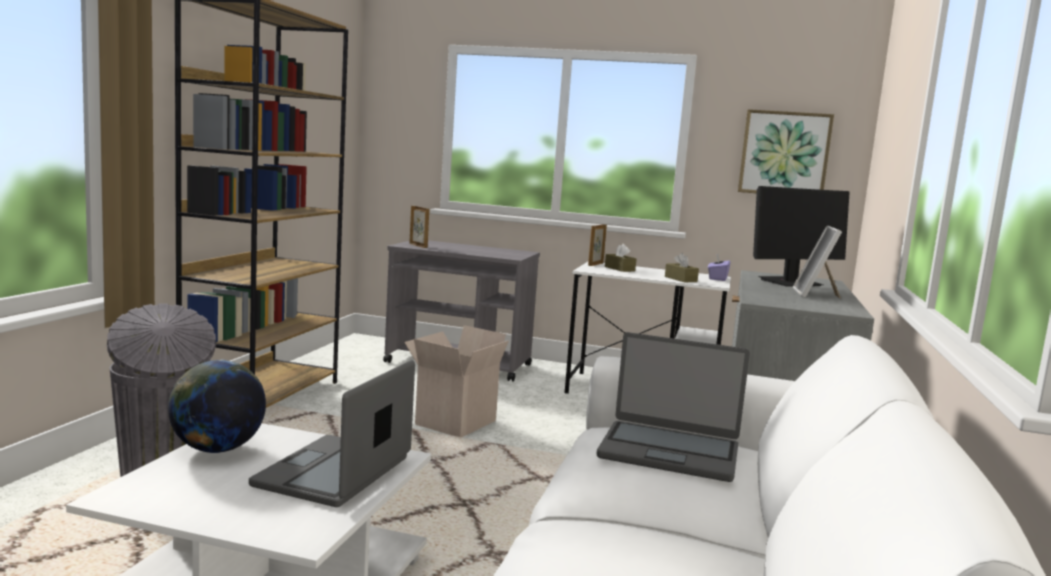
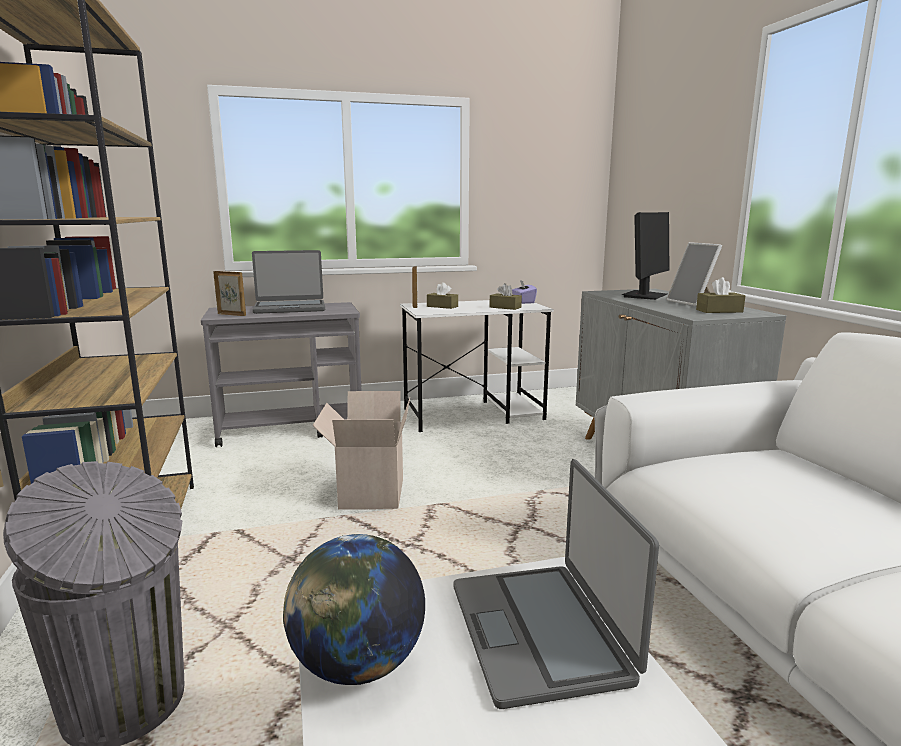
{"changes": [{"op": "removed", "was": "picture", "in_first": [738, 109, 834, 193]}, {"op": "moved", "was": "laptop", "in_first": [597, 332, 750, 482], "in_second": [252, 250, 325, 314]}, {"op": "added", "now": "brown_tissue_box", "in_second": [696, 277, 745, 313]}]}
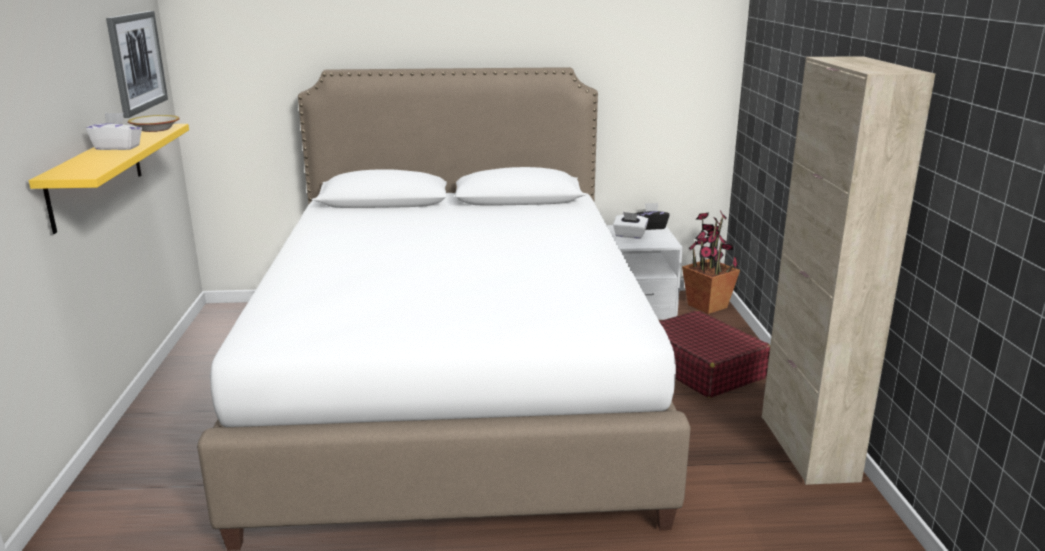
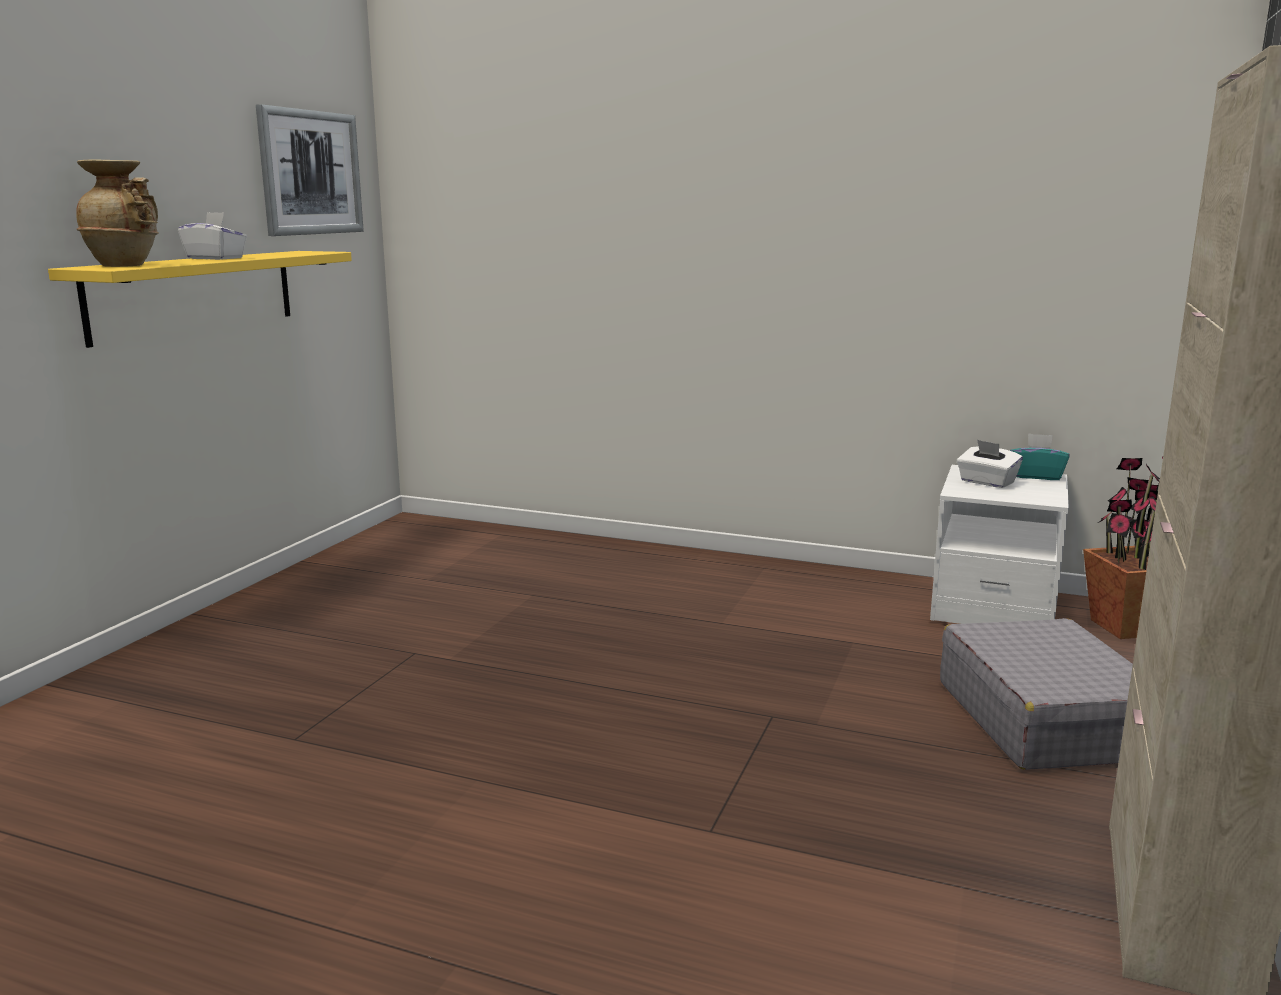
{"changes": [{"op": "removed", "was": "white_bed", "in_first": [197, 67, 691, 551]}, {"op": "removed", "was": "bowl", "in_first": [128, 115, 180, 132]}, {"op": "recoloured", "was": "black_tissue_box", "now": "turquoise_tissue_box", "in_first": [637, 203, 670, 230], "in_second": [1010, 433, 1069, 480]}, {"op": "recoloured", "was": "red_suitcase", "now": "grey_suitcase", "in_first": [659, 311, 770, 398], "in_second": [940, 618, 1133, 770]}, {"op": "added", "now": "beige_vase", "in_second": [76, 159, 159, 267]}]}
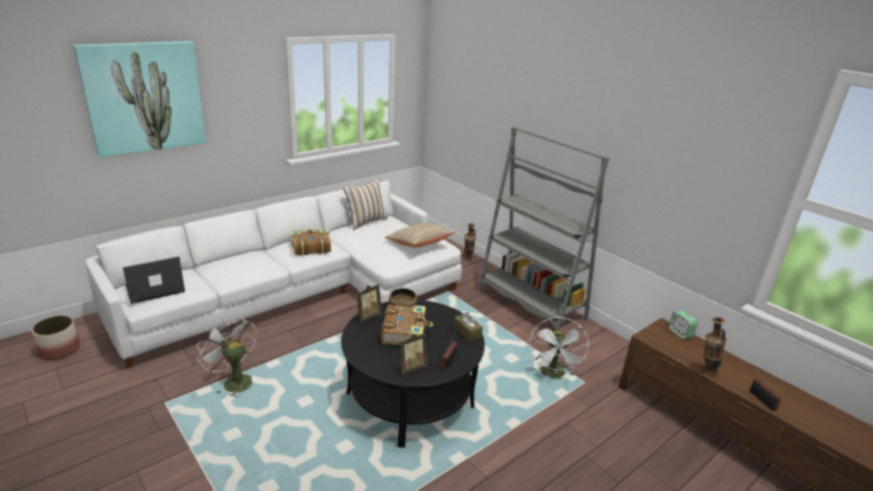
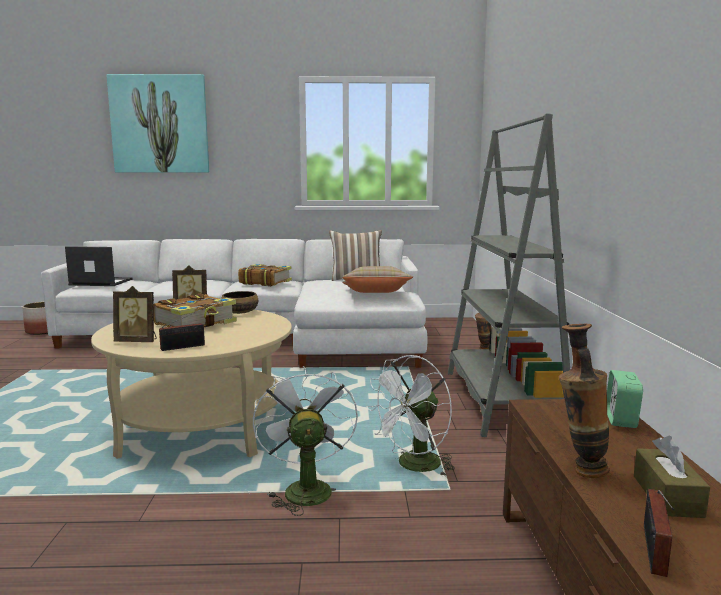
{"changes": [{"op": "recoloured", "was": "black_coffee_table", "now": "beige_coffee_table", "in_first": [341, 300, 485, 448], "in_second": [91, 310, 292, 459]}, {"op": "moved", "was": "brown_tissue_box", "in_first": [454, 312, 483, 341], "in_second": [634, 436, 710, 518]}, {"op": "moved", "was": "white_fan", "in_first": [196, 315, 257, 397], "in_second": [253, 366, 358, 516]}]}
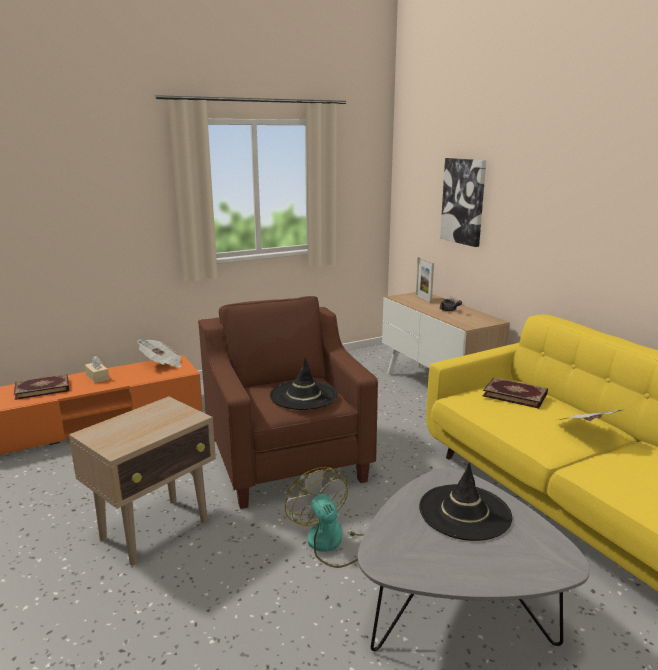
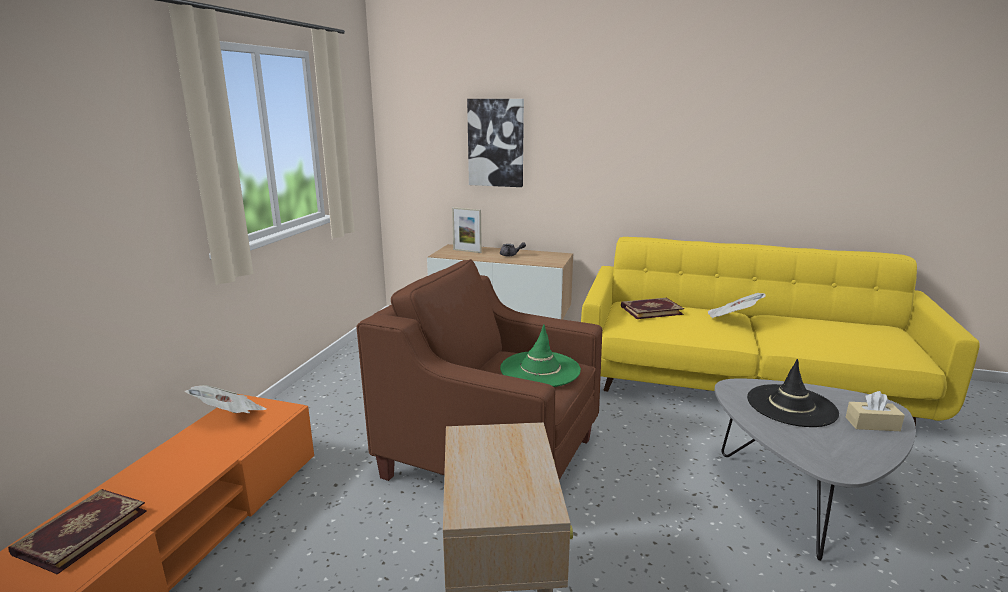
{"changes": [{"op": "moved", "was": "beige_tissue_box", "in_first": [85, 356, 109, 383], "in_second": [846, 391, 905, 431]}, {"op": "recoloured", "was": "black_hat", "now": "green_hat", "in_first": [270, 358, 338, 410], "in_second": [500, 324, 581, 387]}, {"op": "removed", "was": "fan", "in_first": [285, 467, 364, 568]}]}
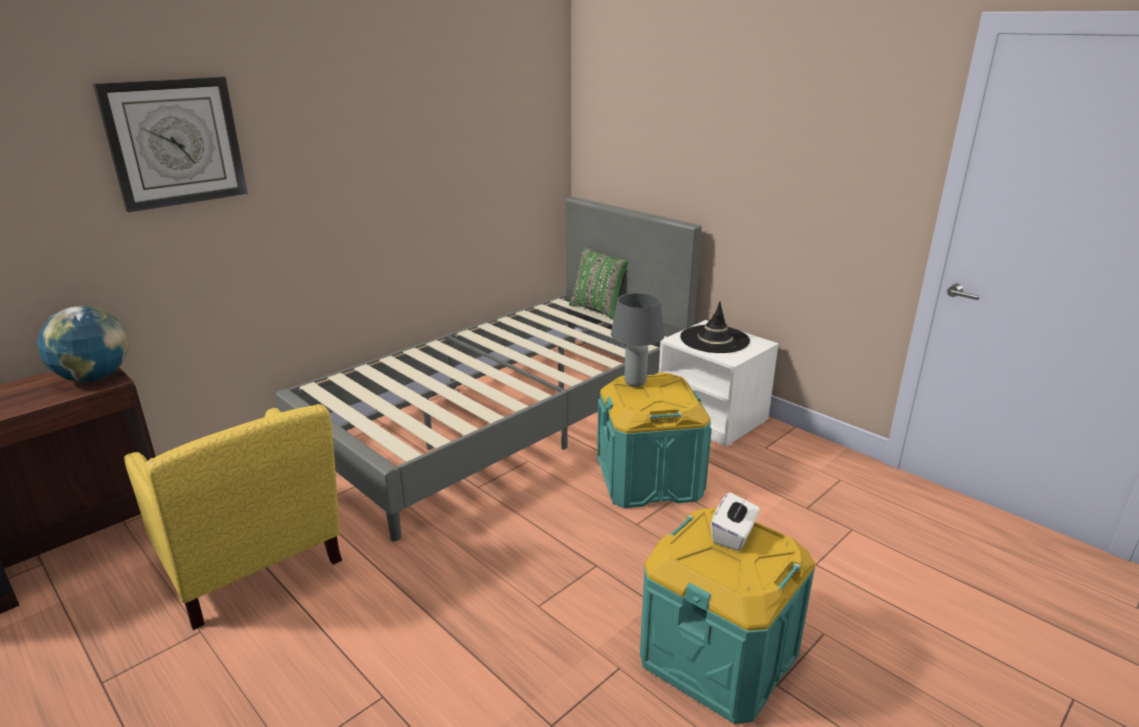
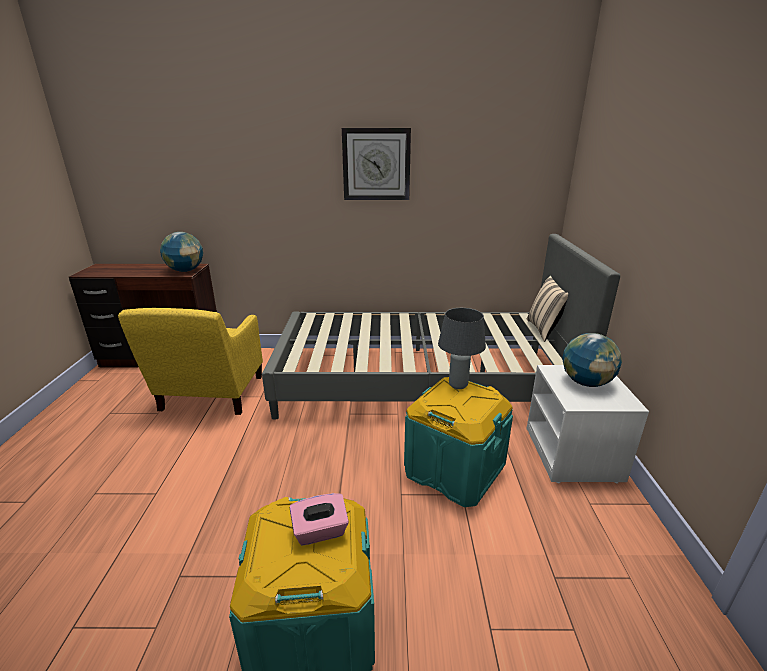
{"changes": [{"op": "moved", "was": "wall_clock", "in_first": [93, 77, 248, 212], "in_second": [342, 128, 411, 200]}, {"op": "recoloured", "was": "green_pillow", "now": "beige_pillow", "in_first": [569, 246, 628, 320], "in_second": [527, 276, 568, 342]}, {"op": "replaced", "was": "black_hat", "now": "globe", "in_first": [680, 302, 750, 353], "in_second": [562, 333, 622, 387]}, {"op": "recoloured", "was": "white_tissue_box", "now": "pink_tissue_box", "in_first": [711, 493, 760, 551], "in_second": [290, 493, 349, 545]}]}
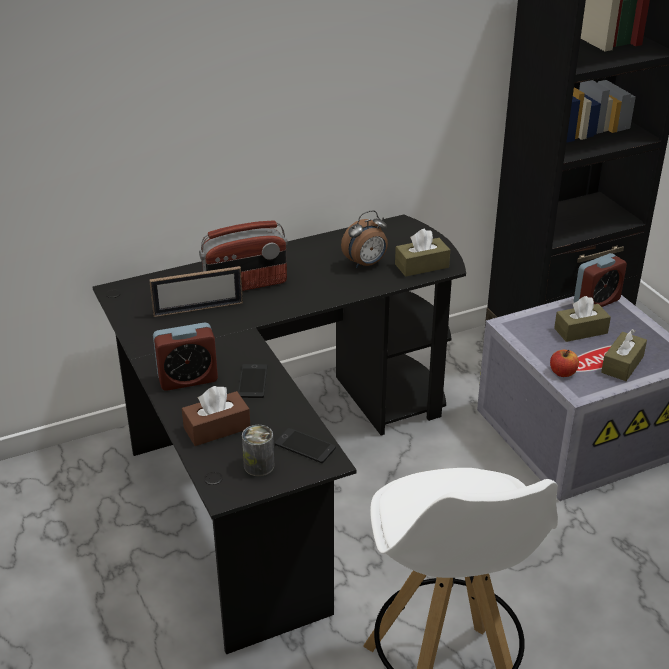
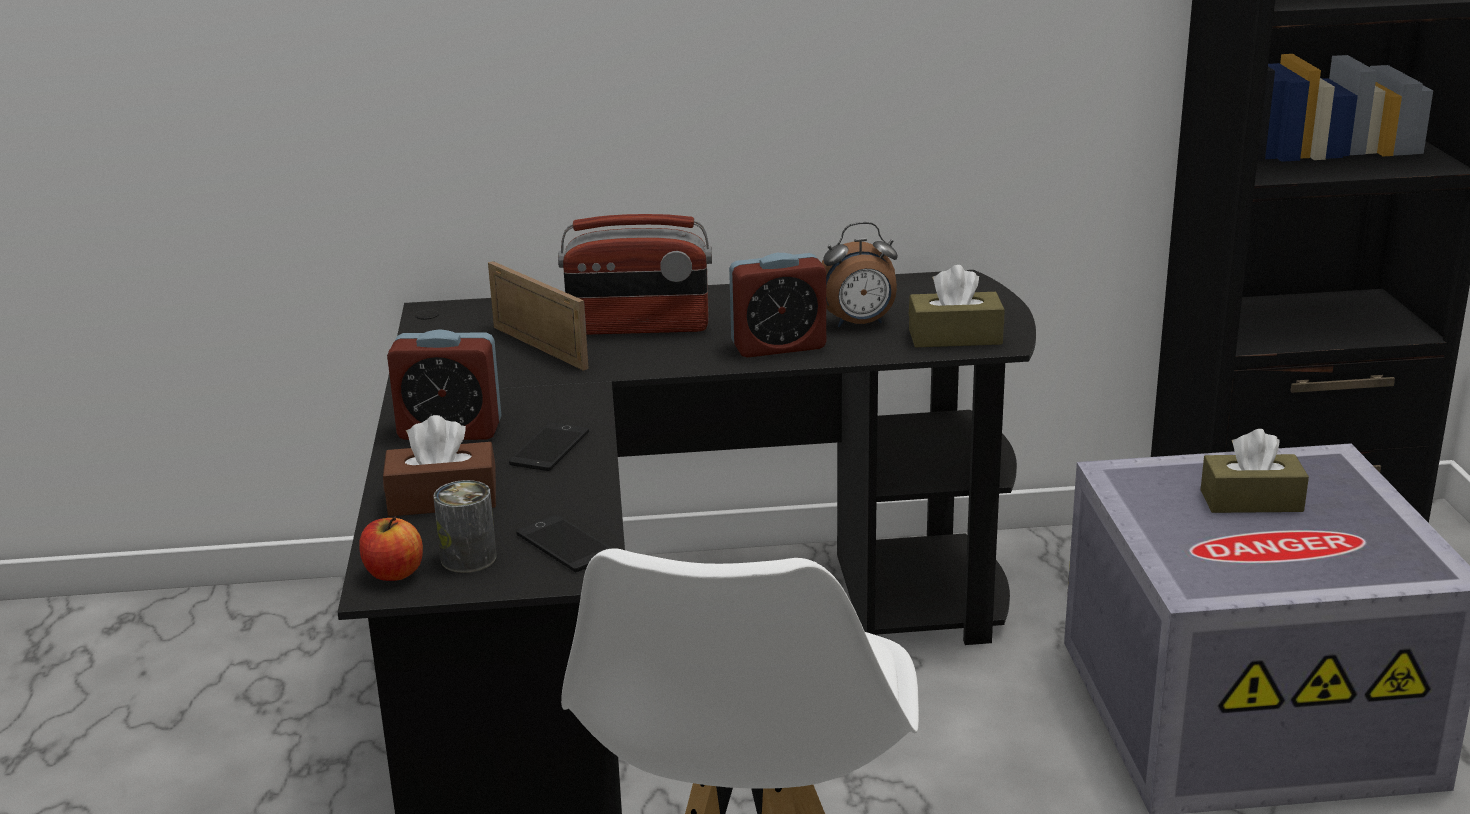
{"changes": [{"op": "moved", "was": "alarm_clock", "in_first": [574, 253, 627, 307], "in_second": [729, 253, 826, 357]}, {"op": "turned", "was": "picture_frame", "in_first": [149, 266, 243, 317], "in_second": [488, 261, 589, 371], "clockwise": -135}, {"op": "removed", "was": "brown_tissue_box", "in_first": [601, 329, 647, 381]}, {"op": "moved", "was": "apple", "in_first": [550, 350, 579, 377], "in_second": [359, 516, 423, 581]}]}
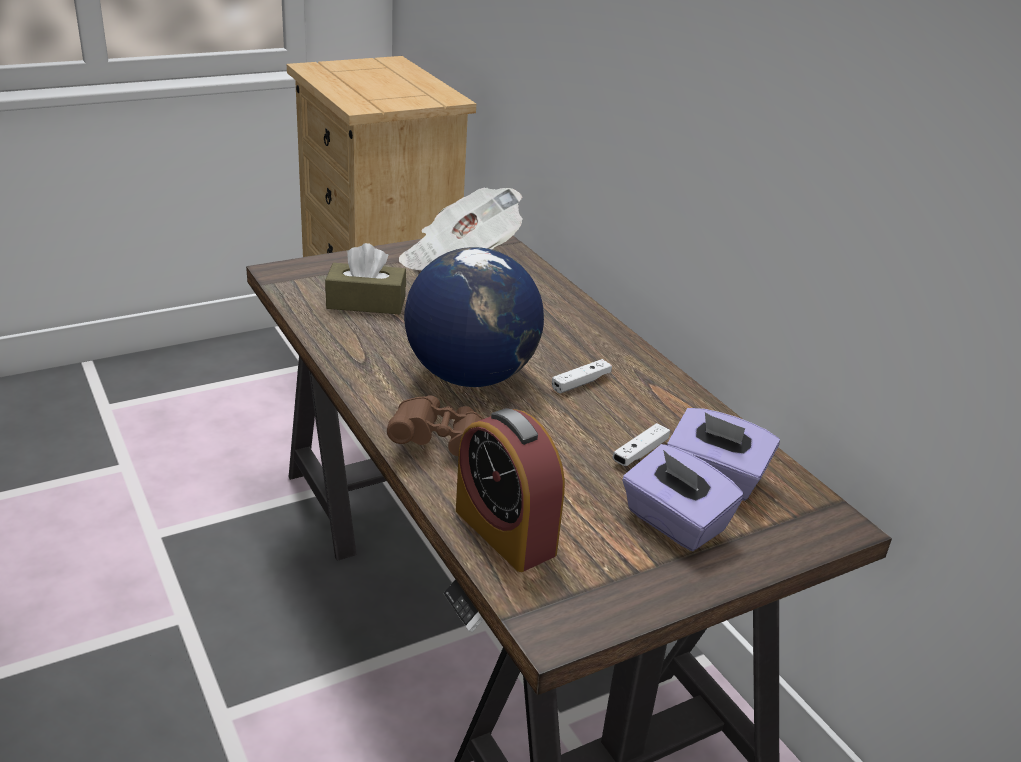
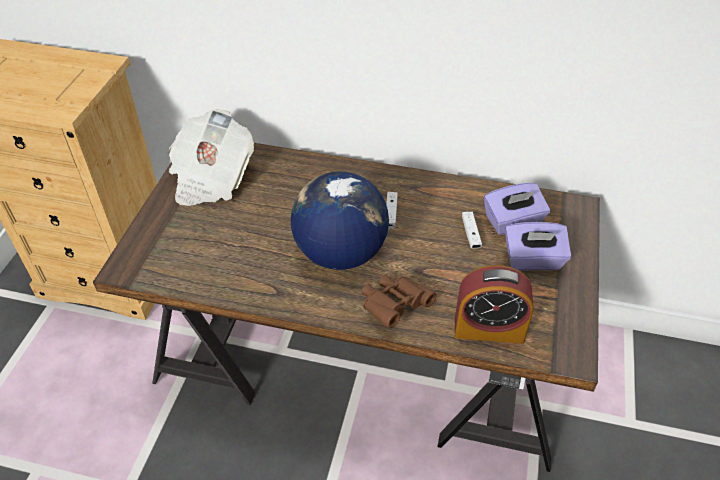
{"changes": [{"op": "removed", "was": "brown_tissue_box", "in_first": [325, 243, 406, 314]}]}
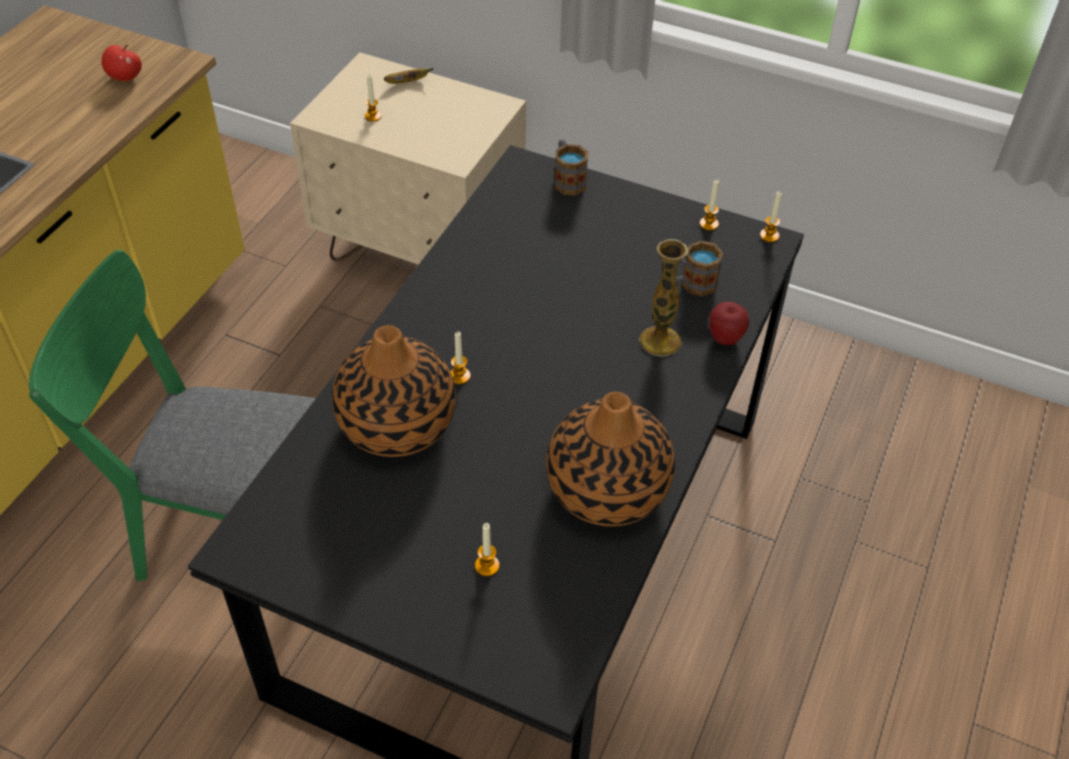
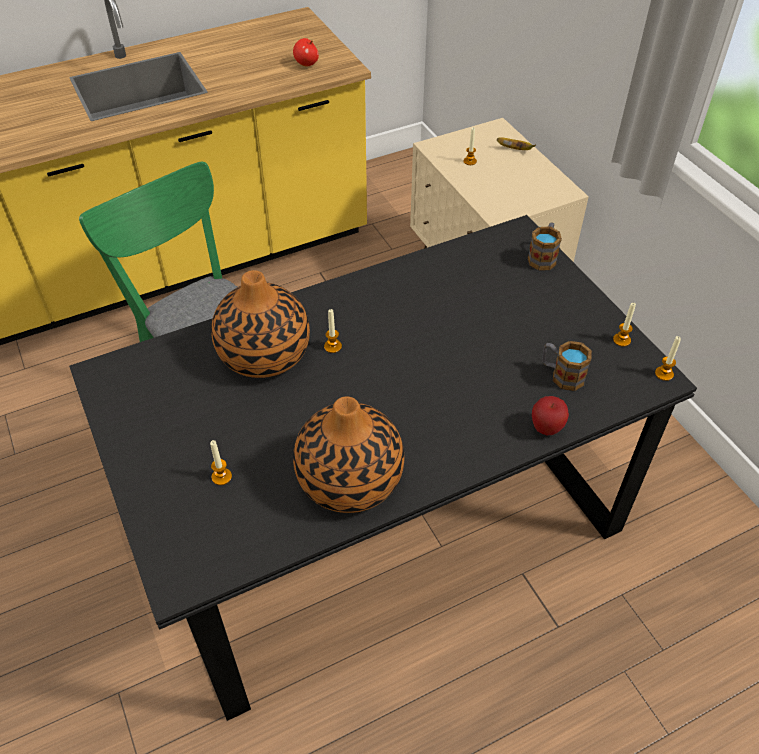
{"changes": [{"op": "removed", "was": "vase", "in_first": [639, 239, 688, 356]}]}
